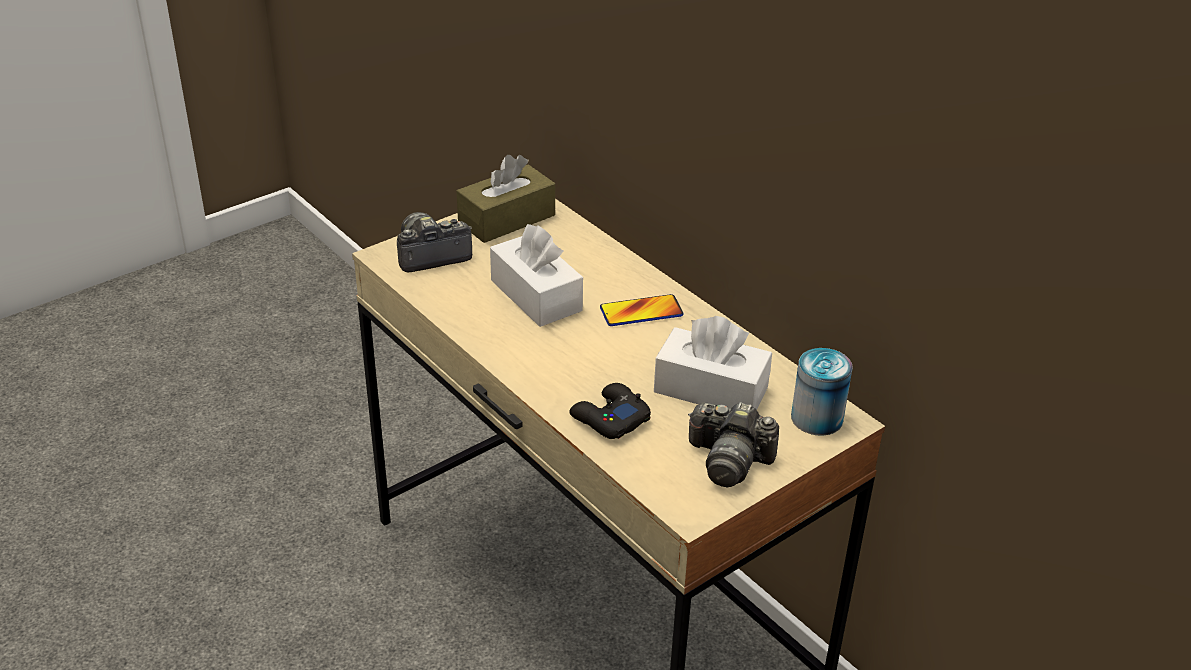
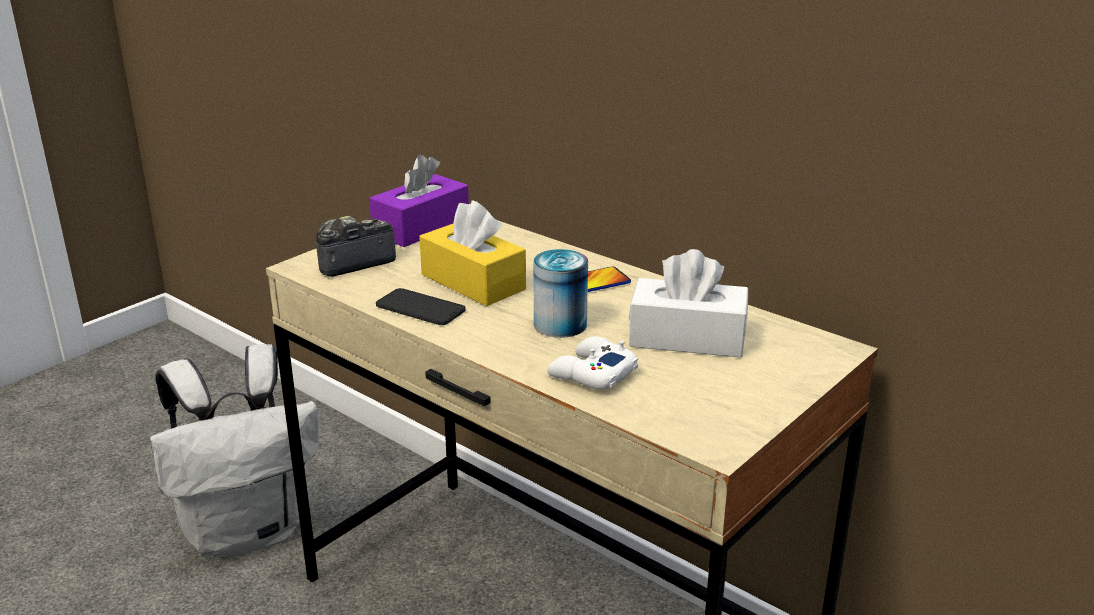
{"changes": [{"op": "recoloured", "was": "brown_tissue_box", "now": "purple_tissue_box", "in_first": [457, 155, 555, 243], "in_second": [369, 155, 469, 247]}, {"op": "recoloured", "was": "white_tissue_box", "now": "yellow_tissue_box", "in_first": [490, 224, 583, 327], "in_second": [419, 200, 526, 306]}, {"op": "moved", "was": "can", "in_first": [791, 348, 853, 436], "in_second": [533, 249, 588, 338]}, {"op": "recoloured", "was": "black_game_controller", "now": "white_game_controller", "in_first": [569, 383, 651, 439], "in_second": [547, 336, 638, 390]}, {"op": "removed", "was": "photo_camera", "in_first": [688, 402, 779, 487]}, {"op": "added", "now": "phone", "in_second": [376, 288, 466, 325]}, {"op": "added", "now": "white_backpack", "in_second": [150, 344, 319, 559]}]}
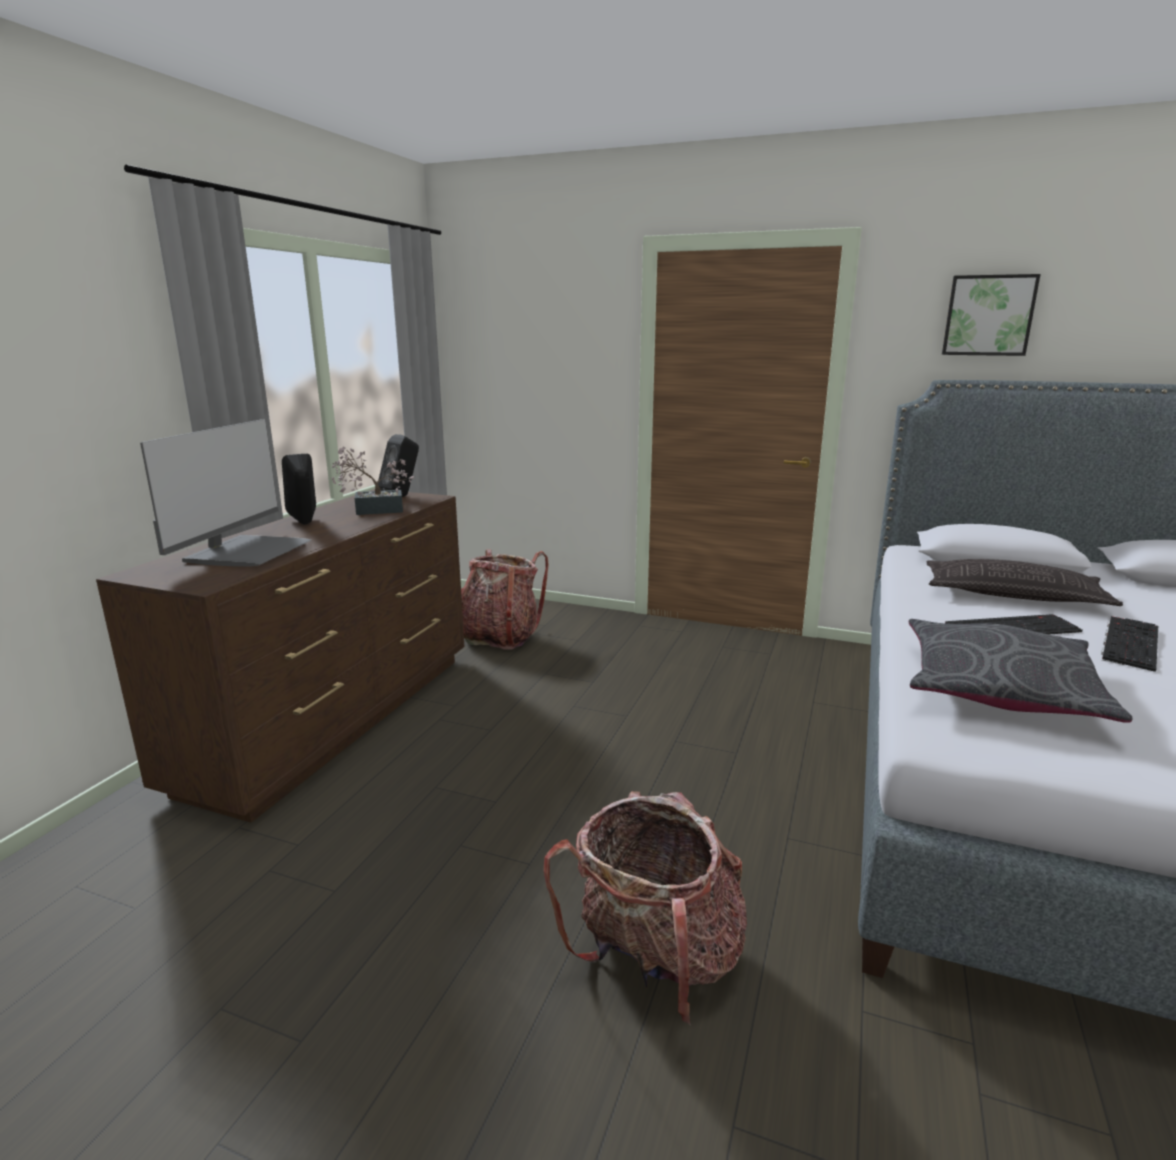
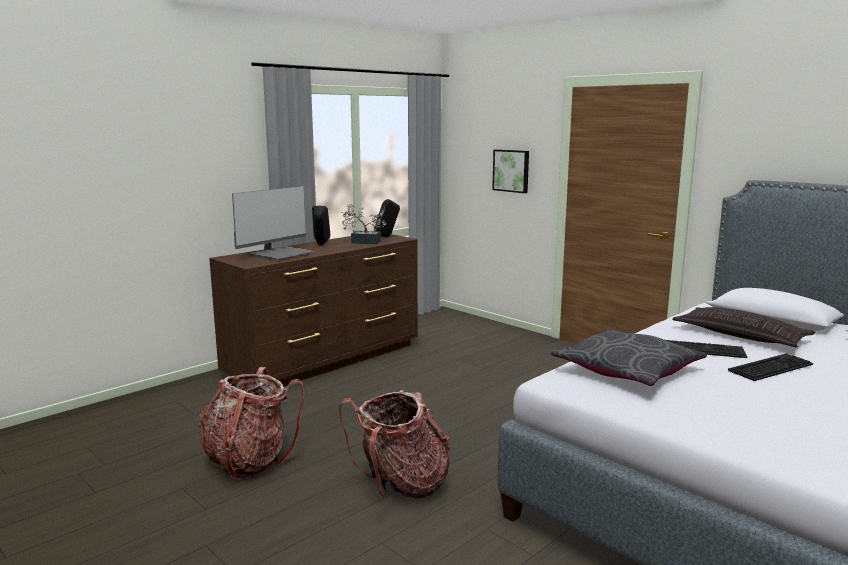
{"changes": [{"op": "moved", "was": "picture", "in_first": [942, 274, 1041, 356], "in_second": [492, 149, 529, 193]}, {"op": "moved", "was": "backpack", "in_first": [461, 550, 549, 650], "in_second": [199, 367, 304, 480]}]}
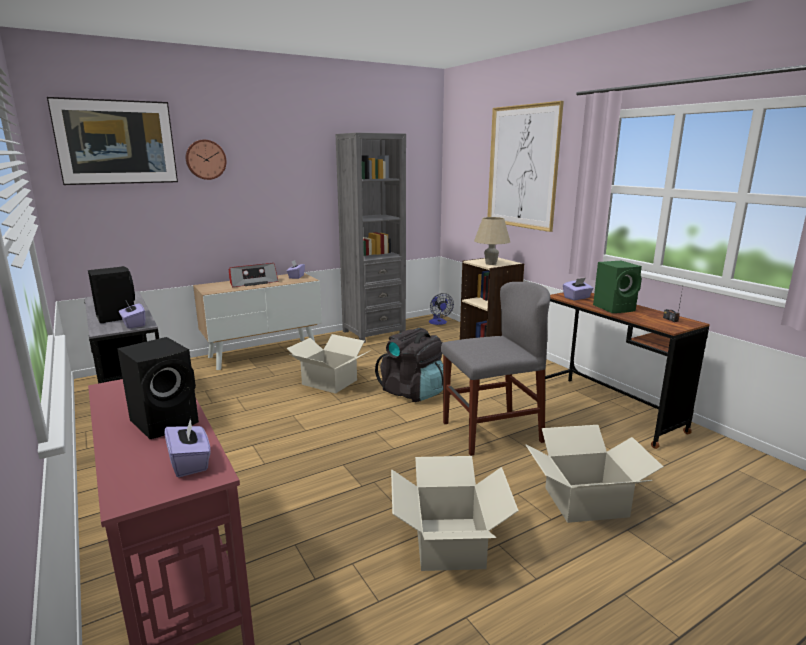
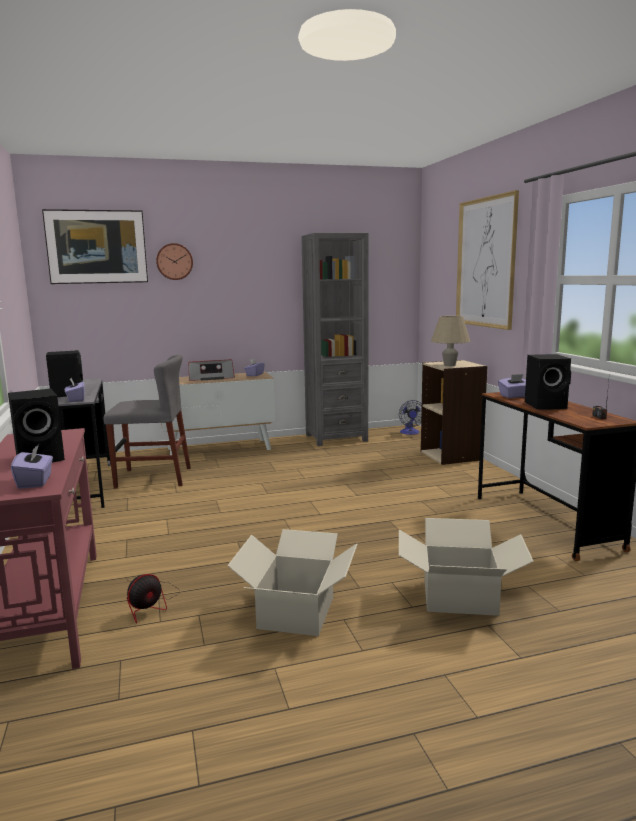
{"changes": [{"op": "recoloured", "was": "green_speaker", "now": "black_speaker", "in_first": [593, 261, 642, 313], "in_second": [525, 354, 571, 409]}, {"op": "moved", "was": "grey_chair", "in_first": [441, 282, 550, 456], "in_second": [104, 355, 191, 488]}, {"op": "removed", "was": "black_backpack", "in_first": [375, 328, 443, 402]}, {"op": "removed", "was": "cardboard_box", "in_first": [286, 334, 369, 394]}, {"op": "added", "now": "fan", "in_second": [126, 574, 180, 623]}]}
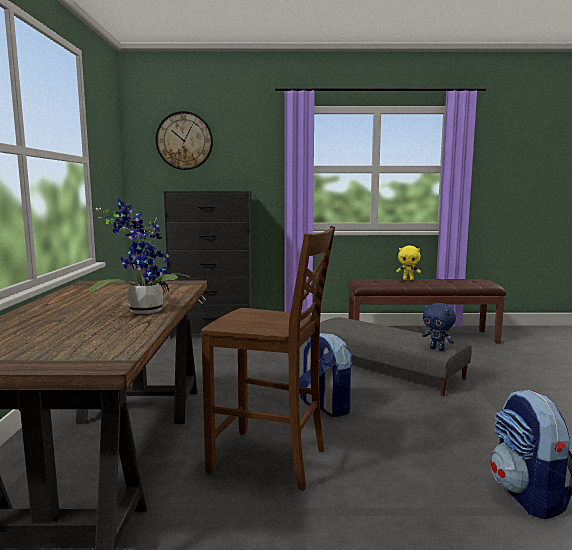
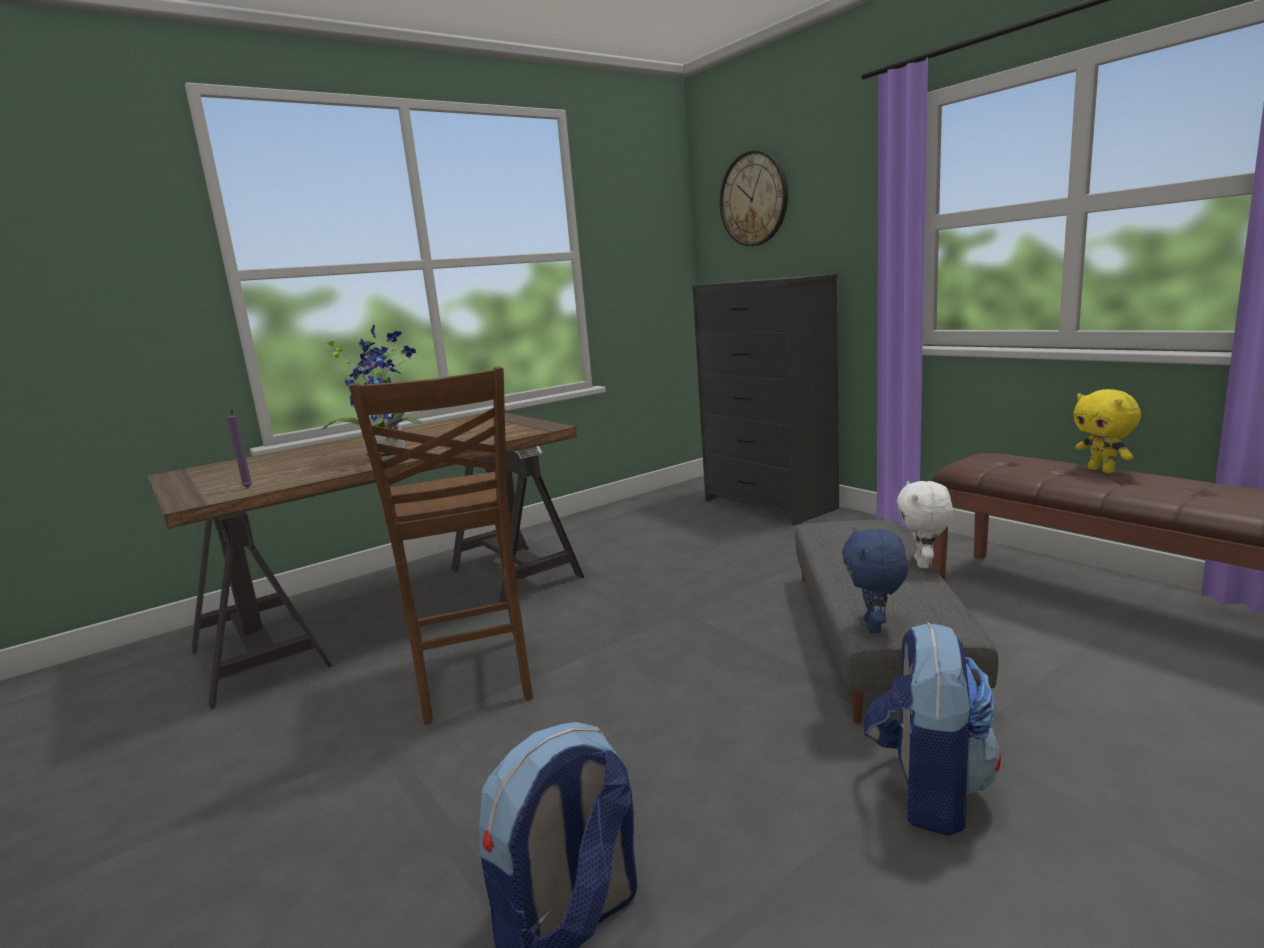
{"changes": [{"op": "moved", "was": "backpack", "in_first": [299, 333, 352, 417], "in_second": [864, 622, 1001, 836]}, {"op": "added", "now": "purple_candle", "in_second": [227, 409, 253, 488]}, {"op": "added", "now": "white_plush_toy", "in_second": [897, 481, 953, 568]}]}
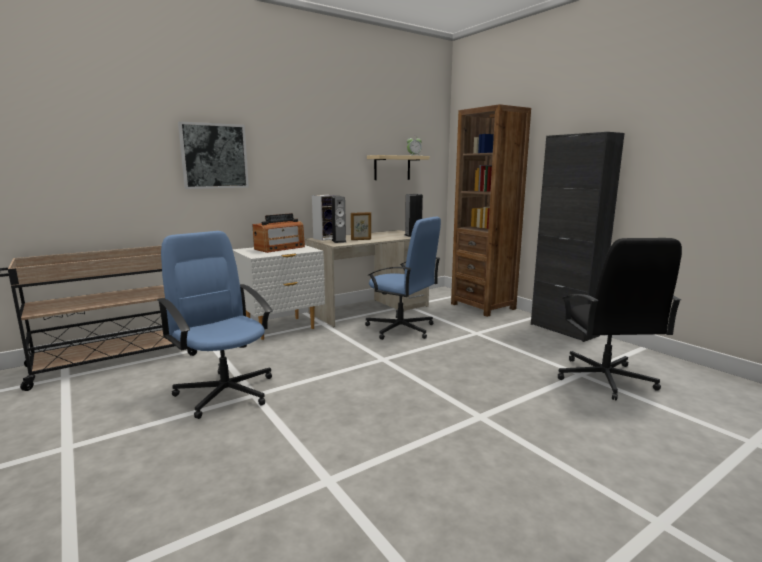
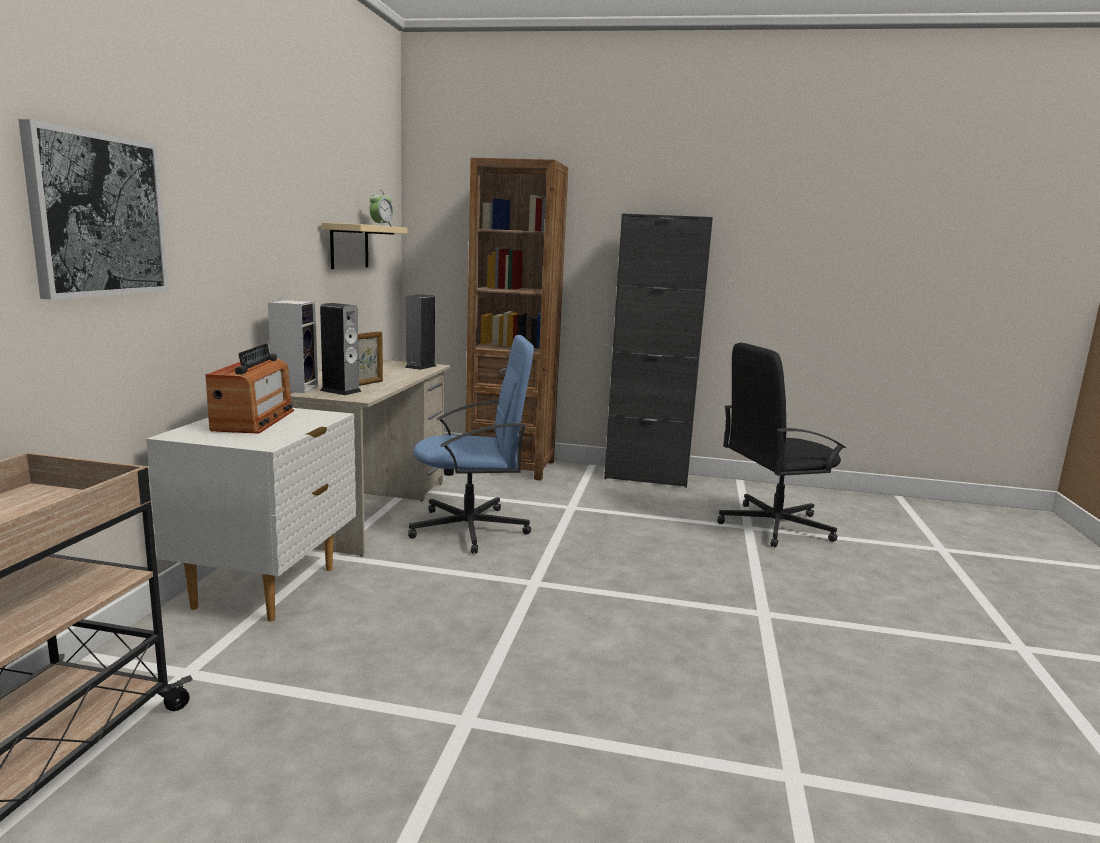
{"changes": [{"op": "removed", "was": "blue_office_chair", "in_first": [157, 231, 273, 419]}, {"op": "turned", "was": "black_office_chair", "in_first": [558, 238, 682, 400], "in_second": [717, 343, 846, 547], "clockwise": 120}]}
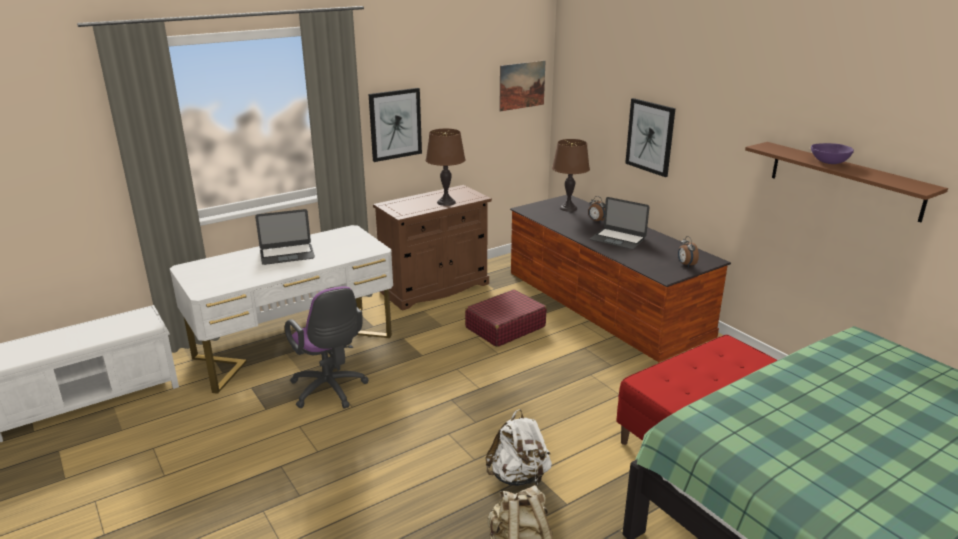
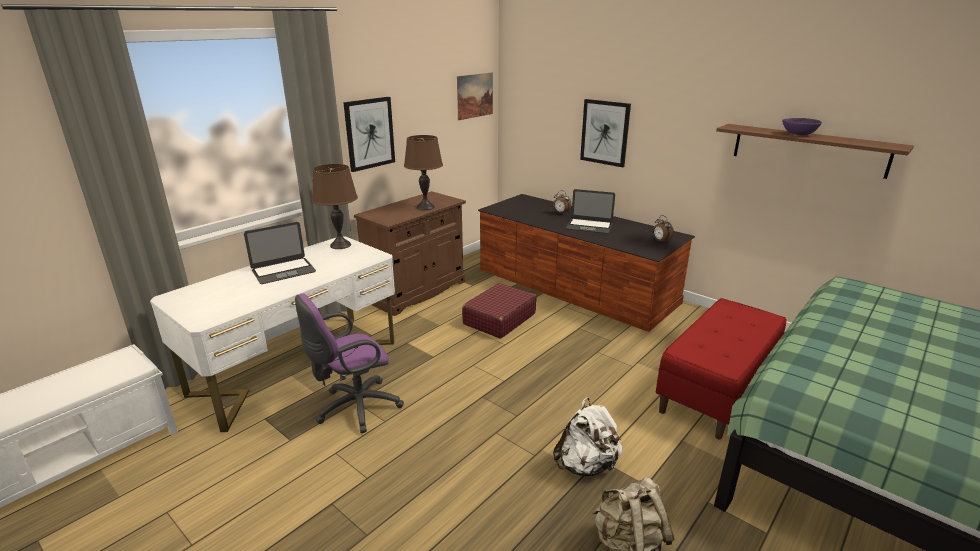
{"changes": [{"op": "moved", "was": "brown_table_lamp", "in_first": [552, 139, 590, 212], "in_second": [312, 164, 358, 249]}, {"op": "turned", "was": "purple_office_chair", "in_first": [285, 286, 369, 409], "in_second": [295, 293, 404, 433], "clockwise": 105}]}
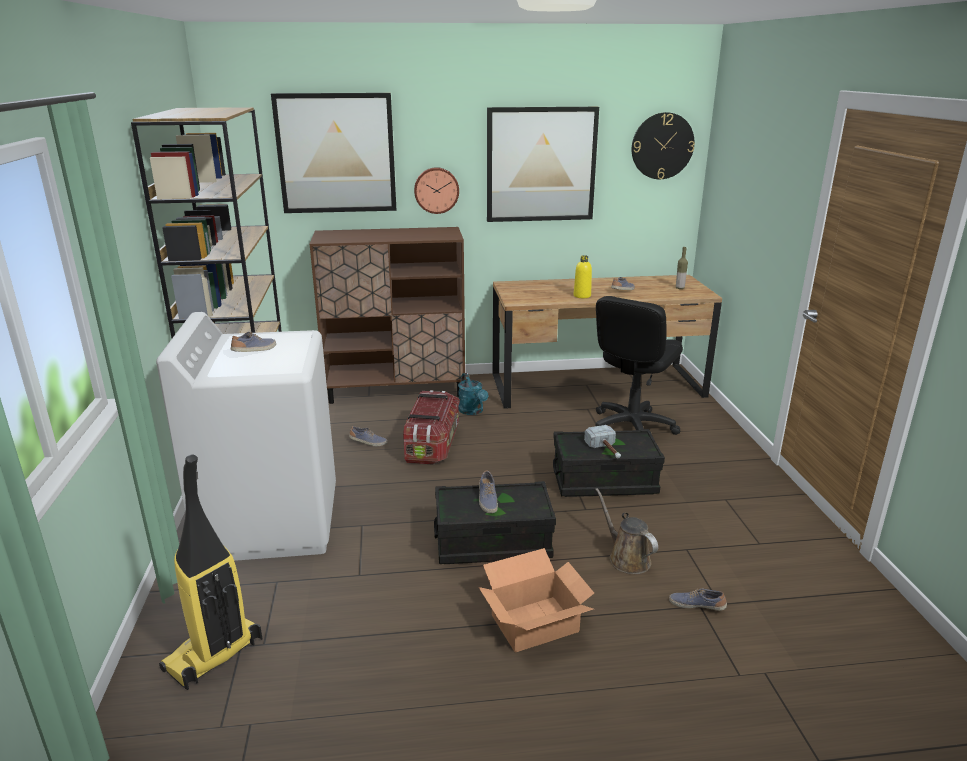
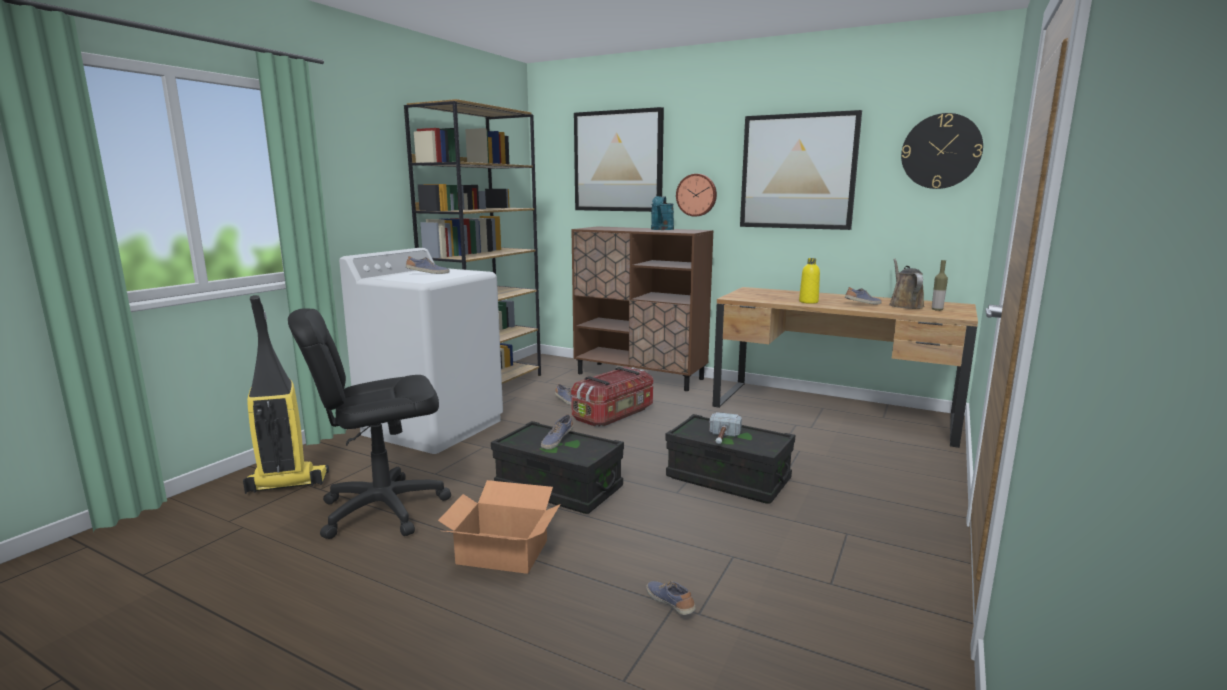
{"changes": [{"op": "moved", "was": "black_office_chair", "in_first": [595, 296, 683, 435], "in_second": [288, 308, 451, 539]}, {"op": "moved", "was": "turquoise_watering_can", "in_first": [458, 373, 488, 415], "in_second": [651, 196, 674, 230]}, {"op": "moved", "was": "brown_watering_can", "in_first": [595, 488, 658, 574], "in_second": [889, 259, 925, 309]}]}
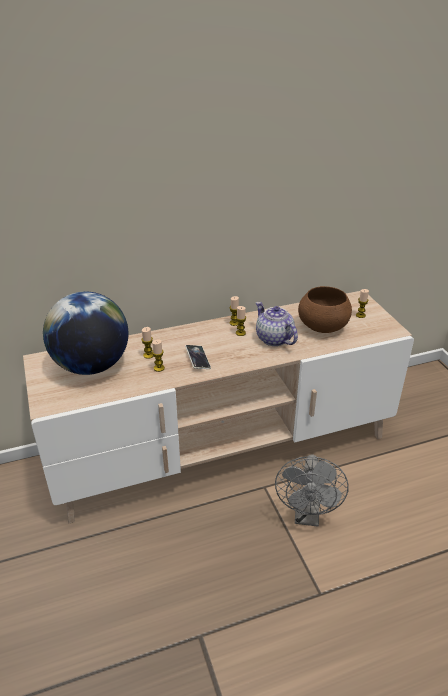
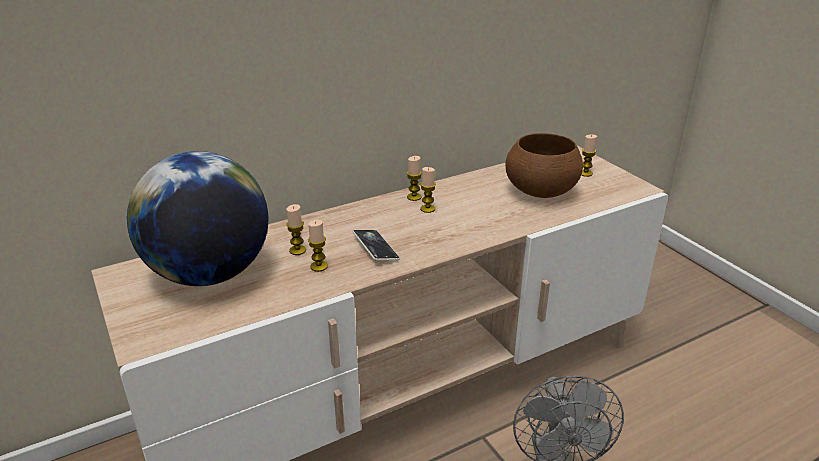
{"changes": [{"op": "removed", "was": "teapot", "in_first": [256, 302, 298, 346]}]}
